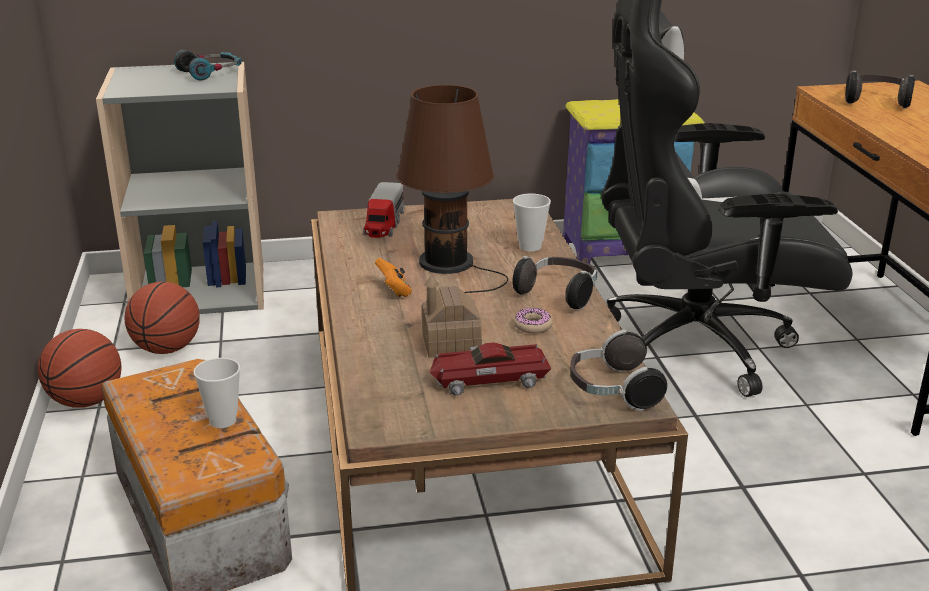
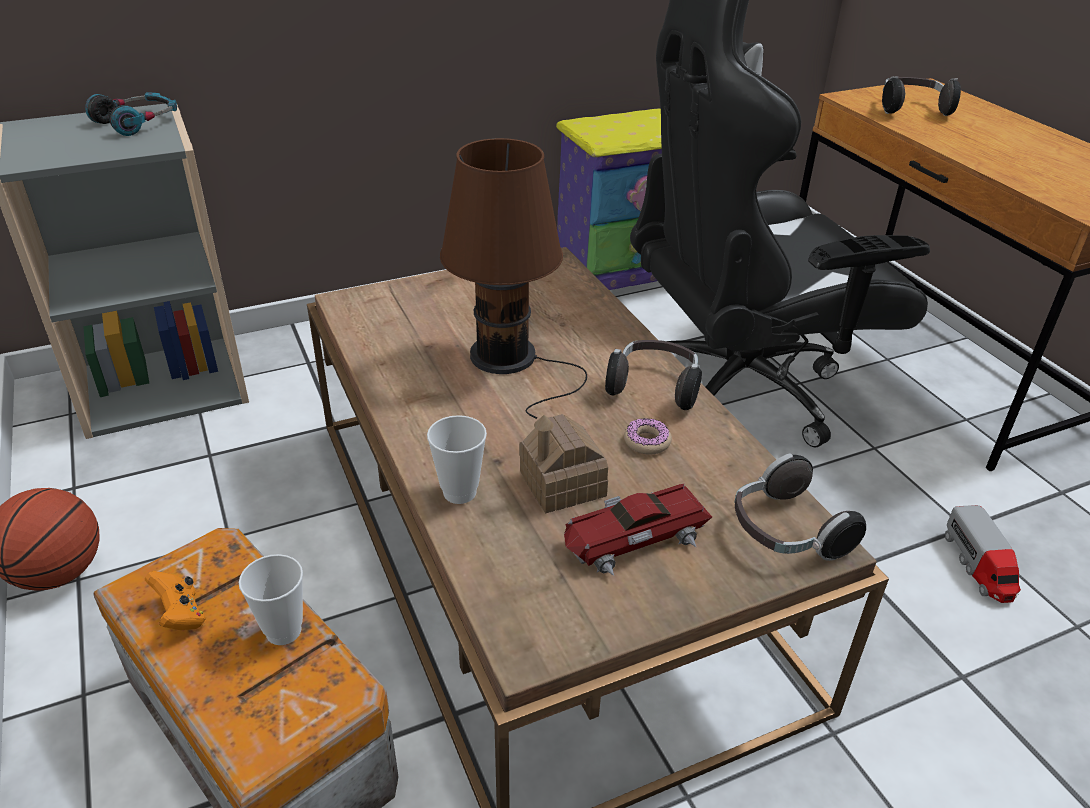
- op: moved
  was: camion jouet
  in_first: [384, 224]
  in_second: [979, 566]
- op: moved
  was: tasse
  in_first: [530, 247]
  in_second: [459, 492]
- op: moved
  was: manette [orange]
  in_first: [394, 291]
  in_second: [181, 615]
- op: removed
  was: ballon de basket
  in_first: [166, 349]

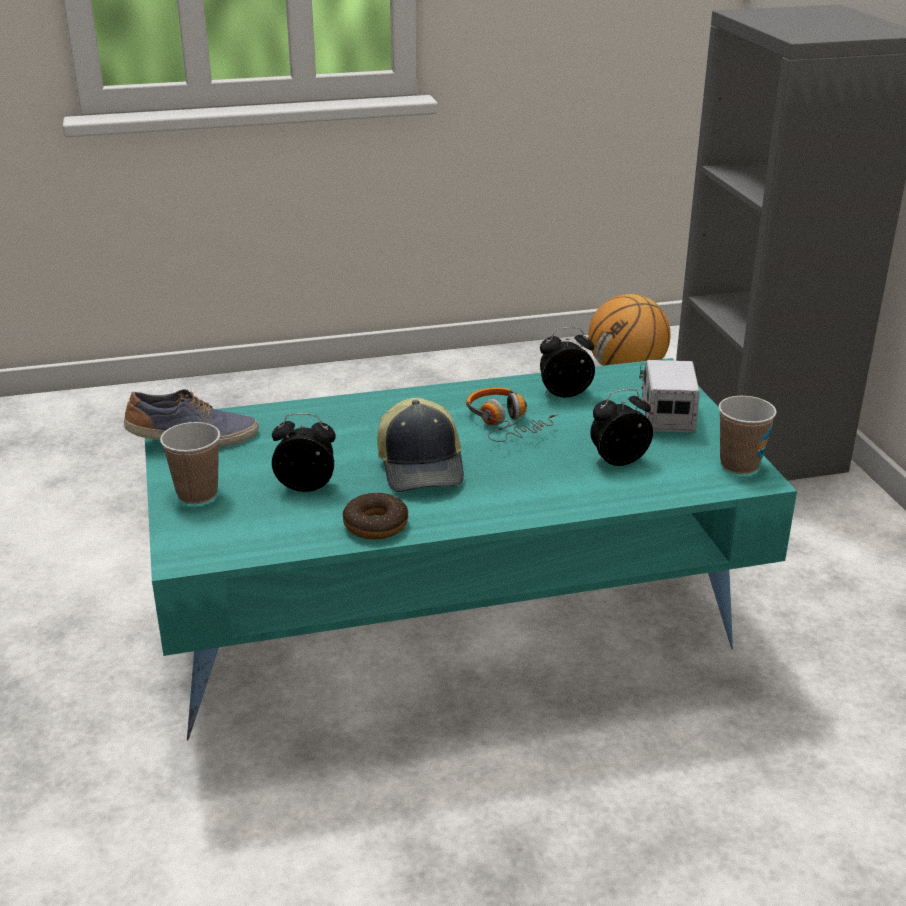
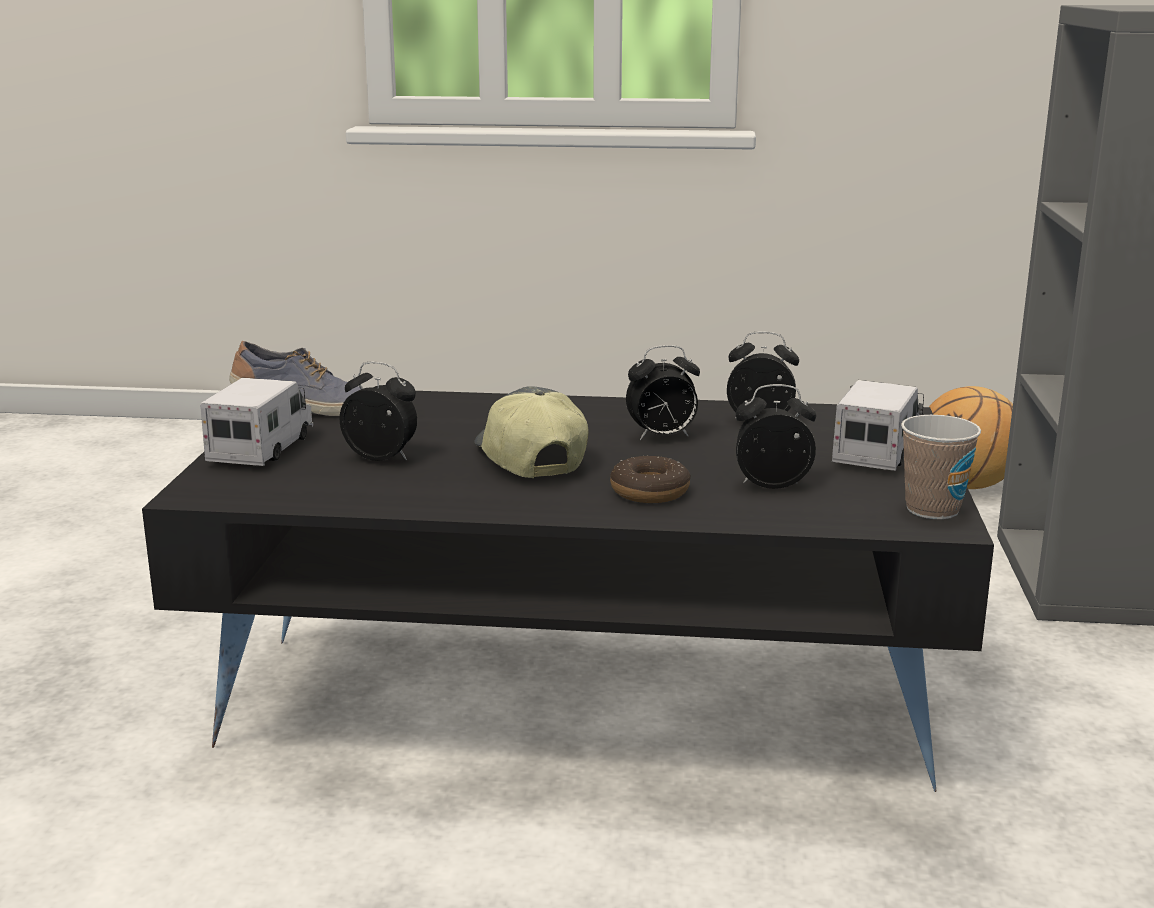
- op: recoloured
  was: table basse [turquoise]
  now: table basse [noir]
  in_first: [452, 640]
  in_second: [574, 711]
- op: replaced
  was: casque audio
  now: réveil
  in_first: [505, 424]
  in_second: [662, 437]
- op: turned
  was: casquette
  in_first: [422, 467]
  in_second: [528, 459]
  clockwise: 150
- op: replaced
  was: tasse
  now: camion jouet
  in_first: [197, 494]
  in_second: [262, 448]
- op: moved
  was: beignet
  in_first: [375, 525]
  in_second: [649, 492]

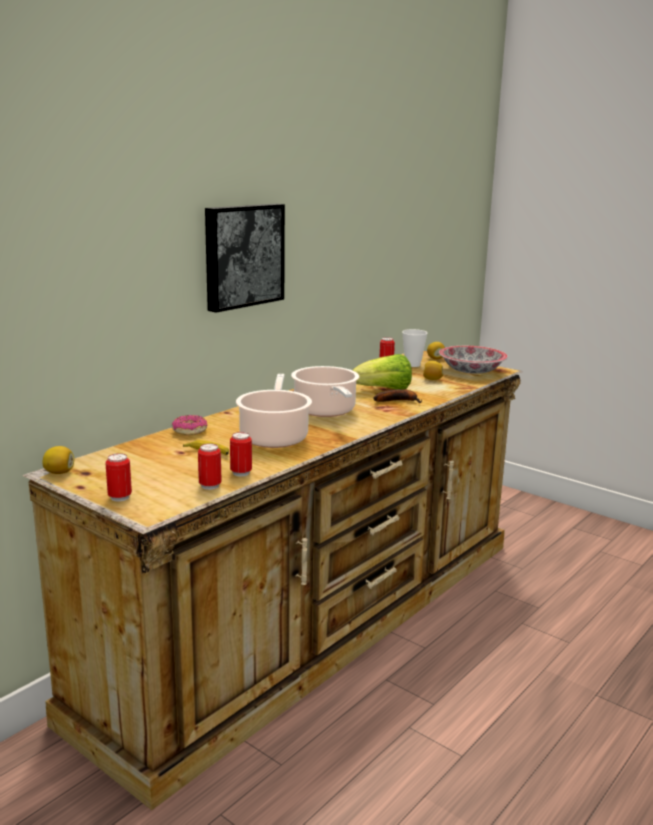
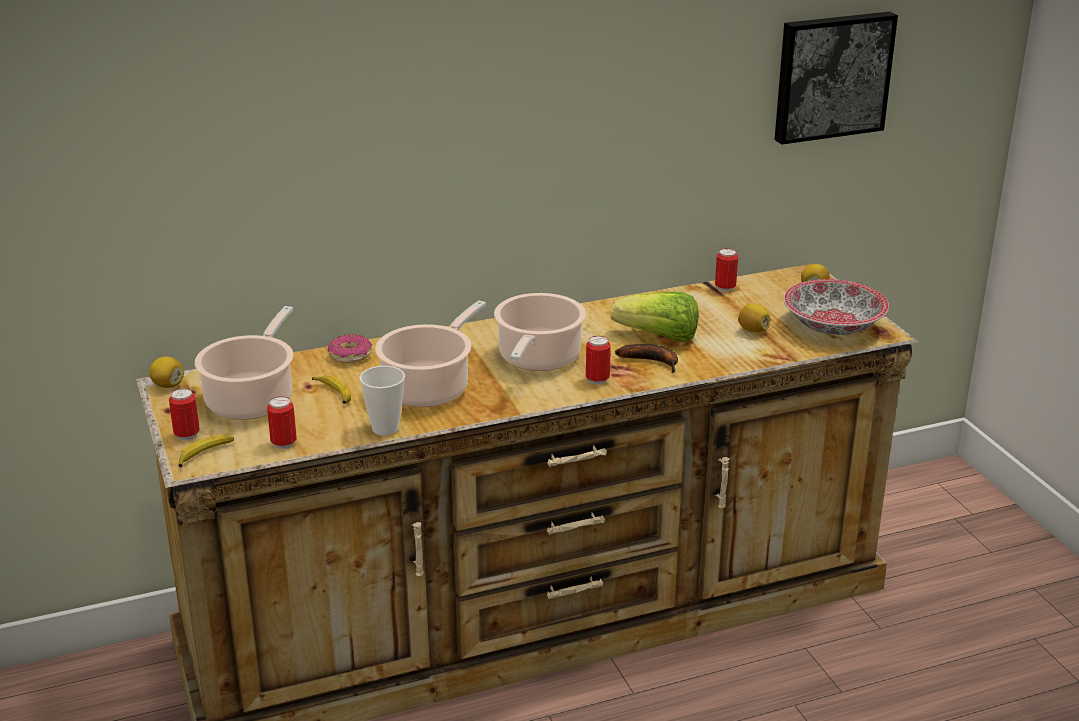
- op: moved
  was: tableau
  in_first: [242, 255]
  in_second: [831, 76]
- op: moved
  was: tasse
  in_first: [412, 365]
  in_second: [385, 428]
- op: moved
  was: boîte métallique
  in_first: [241, 473]
  in_second: [597, 380]
- op: added
  now: marmite
  in_second: [252, 399]
- op: added
  now: banane
  in_second: [205, 454]

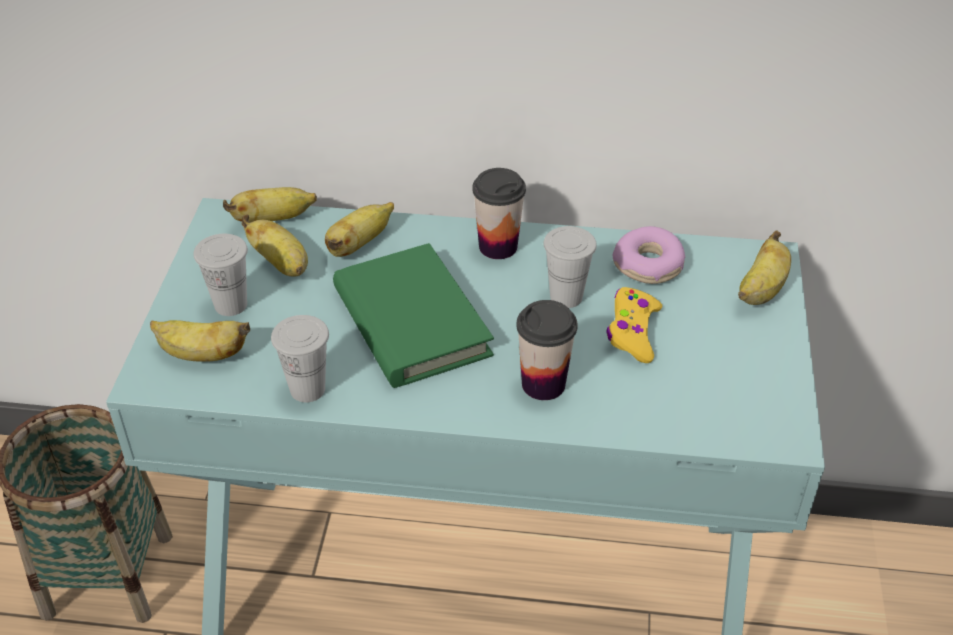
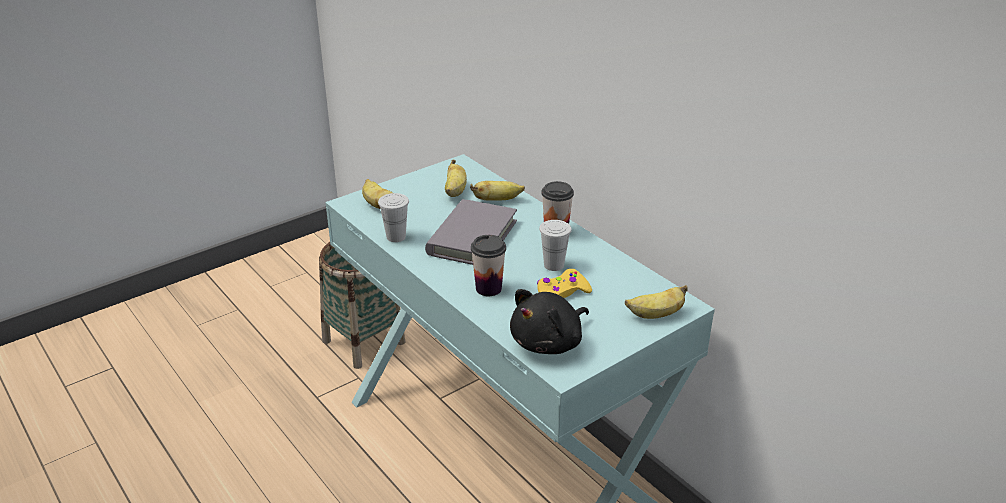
- op: removed
  was: banane
  in_first: [273, 219]
- op: removed
  was: beignet
  in_first: [649, 265]
- op: removed
  was: tasse [blanc]
  in_first: [231, 305]
- op: recoloured
  was: livre [vert]
  now: livre [gris]
  in_first: [411, 322]
  in_second: [472, 237]
- op: added
  now: peluche [noir]
  in_second: [549, 342]

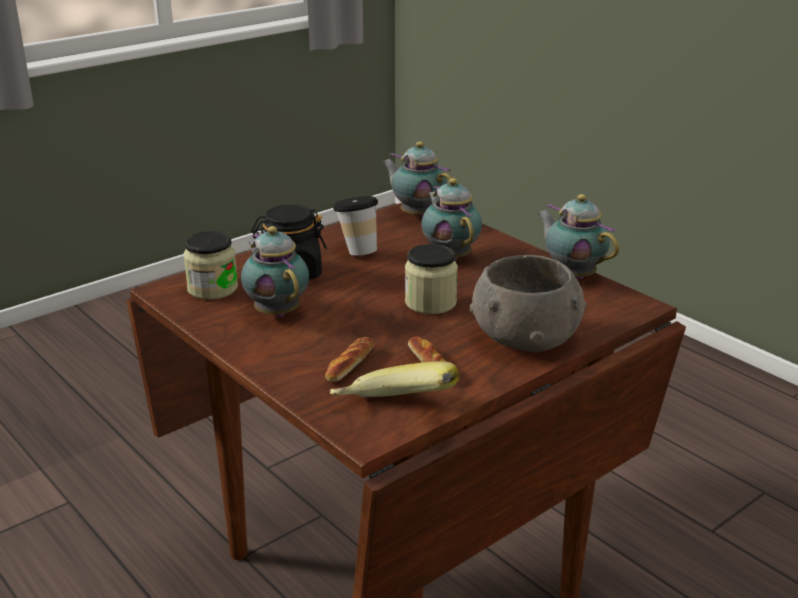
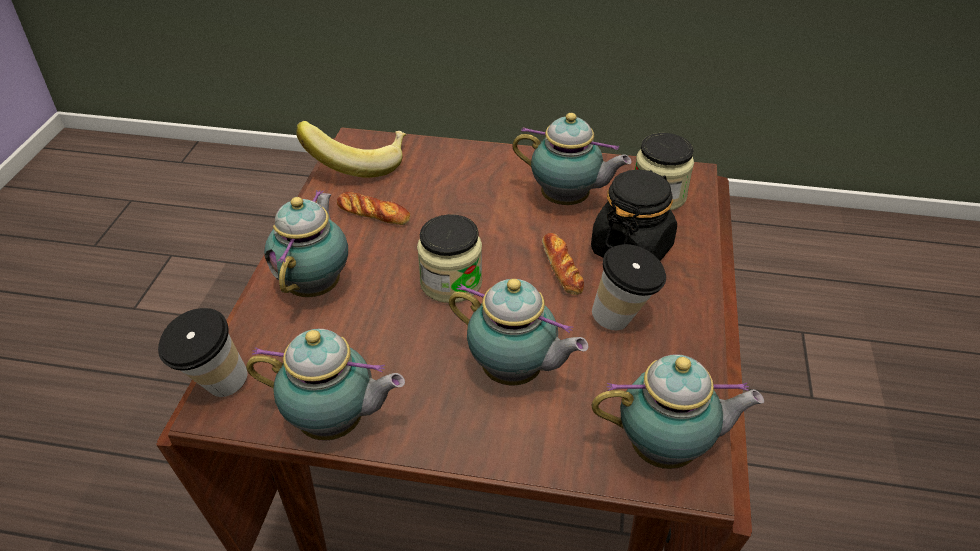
- op: replaced
  was: bol [gris]
  now: théière
  in_first: [525, 337]
  in_second: [316, 284]
- op: moved
  was: pain
  in_first: [350, 364]
  in_second: [561, 268]
- op: added
  now: tasse
  in_second: [214, 389]

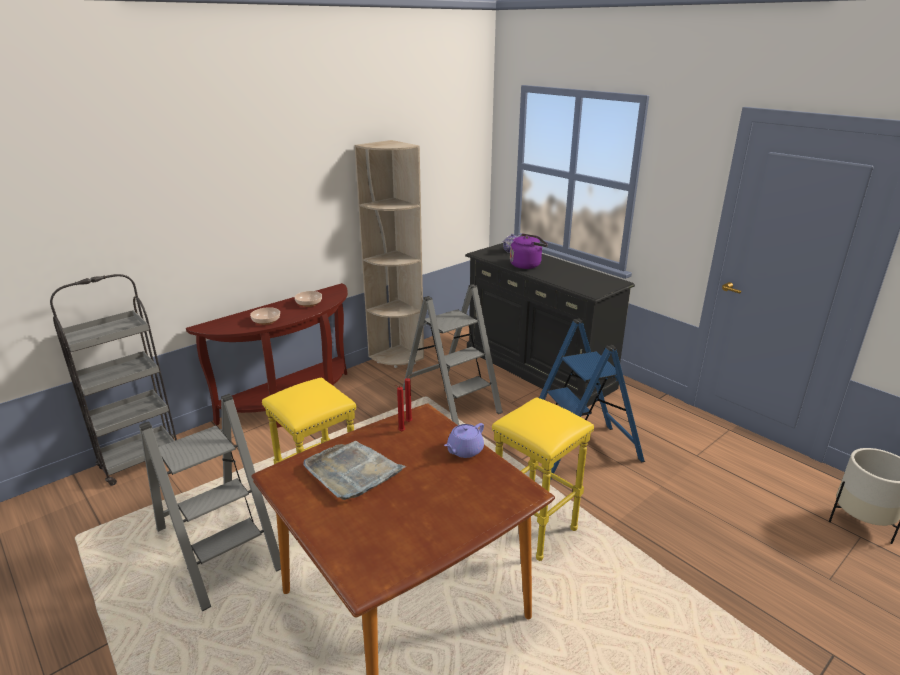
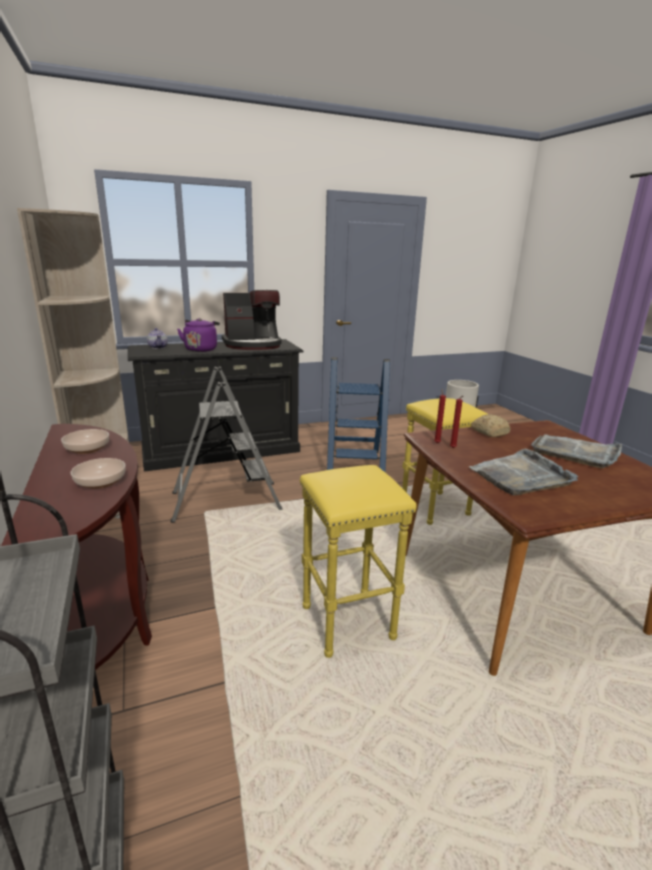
- op: removed
  was: escabeau [gris]
  in_first: [217, 547]
- op: replaced
  was: théière [violet]
  now: pain
  in_first: [464, 450]
  in_second: [489, 432]
- op: added
  now: machine à café
  in_second: [253, 345]
- op: added
  now: plateau [gris]
  in_second: [575, 452]

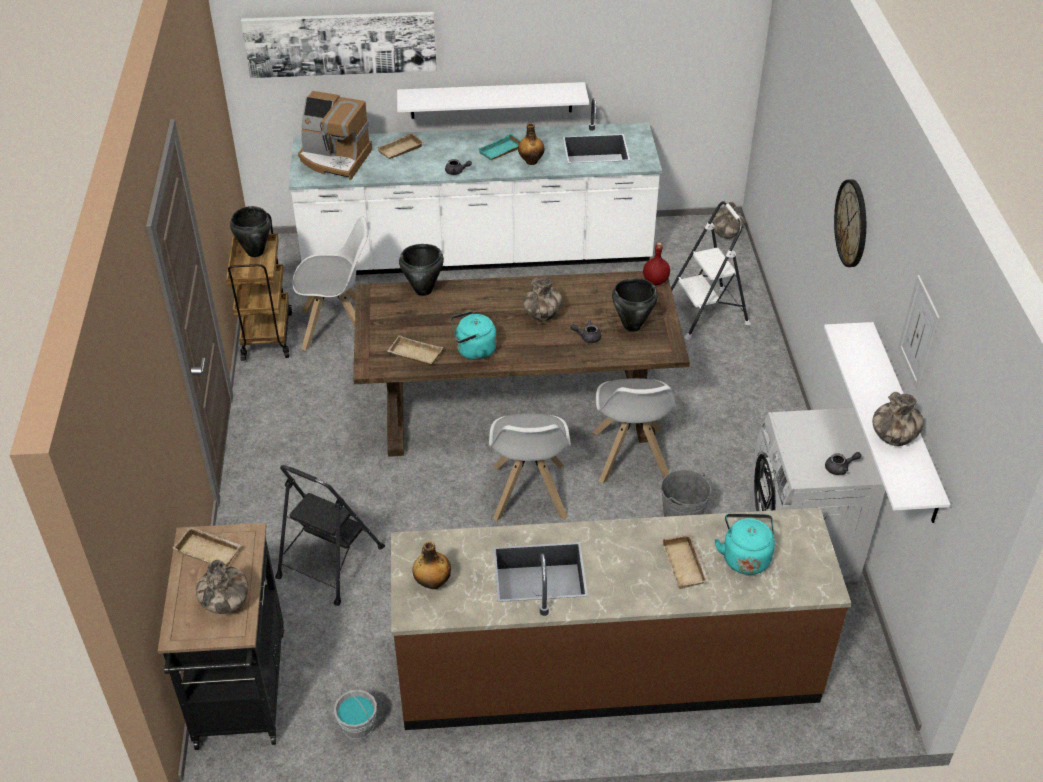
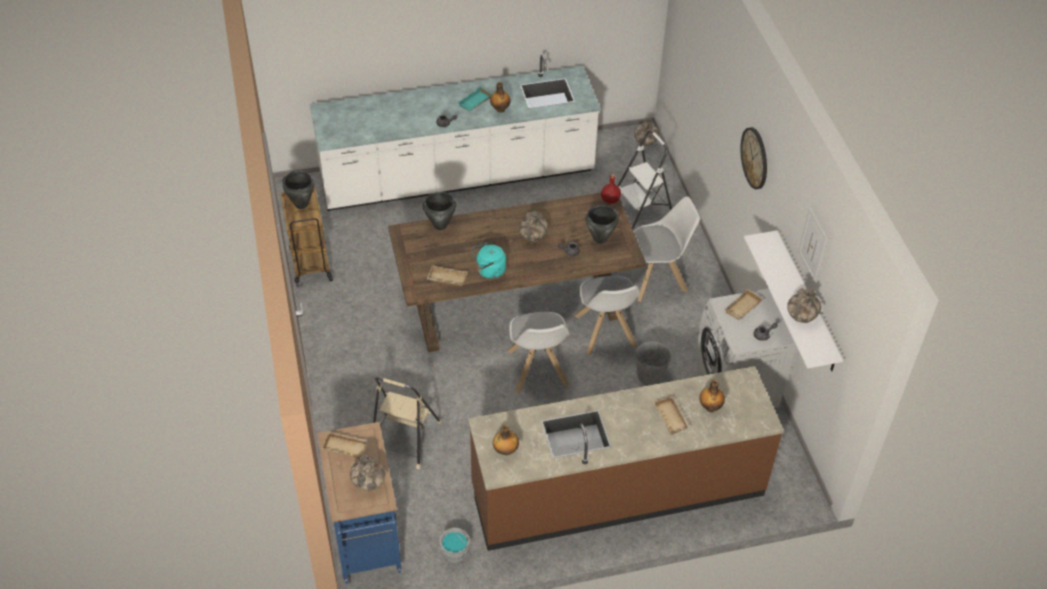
- op: removed
  was: tableau
  in_first: [340, 43]
- op: removed
  was: étagère [blanc]
  in_first: [491, 100]
- op: removed
  was: machine à café
  in_first: [335, 159]
- op: moved
  was: plateau [beige]
  in_first: [400, 150]
  in_second: [743, 308]
- op: moved
  was: chaise
  in_first: [338, 327]
  in_second: [656, 279]
- op: recoloured
  was: escabeau [noir]
  now: escabeau [beige]
  in_first: [328, 563]
  in_second: [404, 439]
- op: replaced
  was: bouilloire [turquoise]
  now: bouteille
  in_first: [745, 556]
  in_second: [710, 407]
- op: recoloured
  was: chariot [noir]
  now: chariot [bleu]
  in_first: [241, 692]
  in_second: [366, 540]

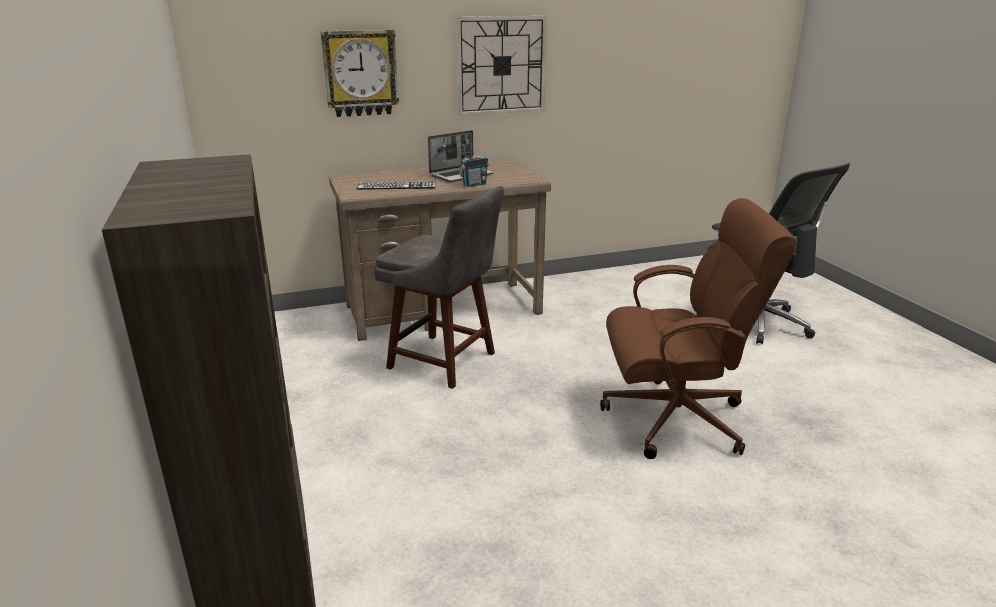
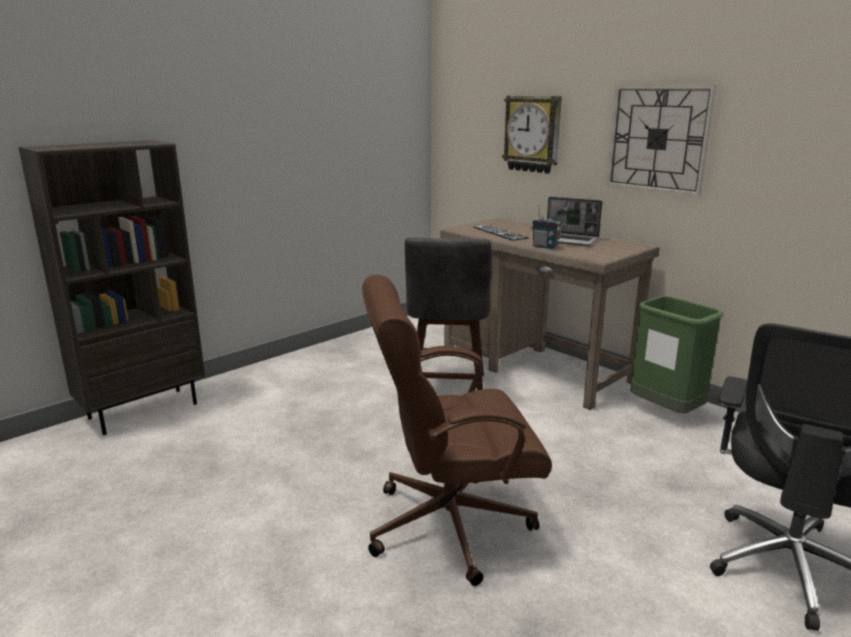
- op: turned
  was: chaise de bureau [marron]
  in_first: [674, 419]
  in_second: [450, 525]
  clockwise: 105
- op: added
  now: poubelle [vert]
  in_second: [665, 412]

